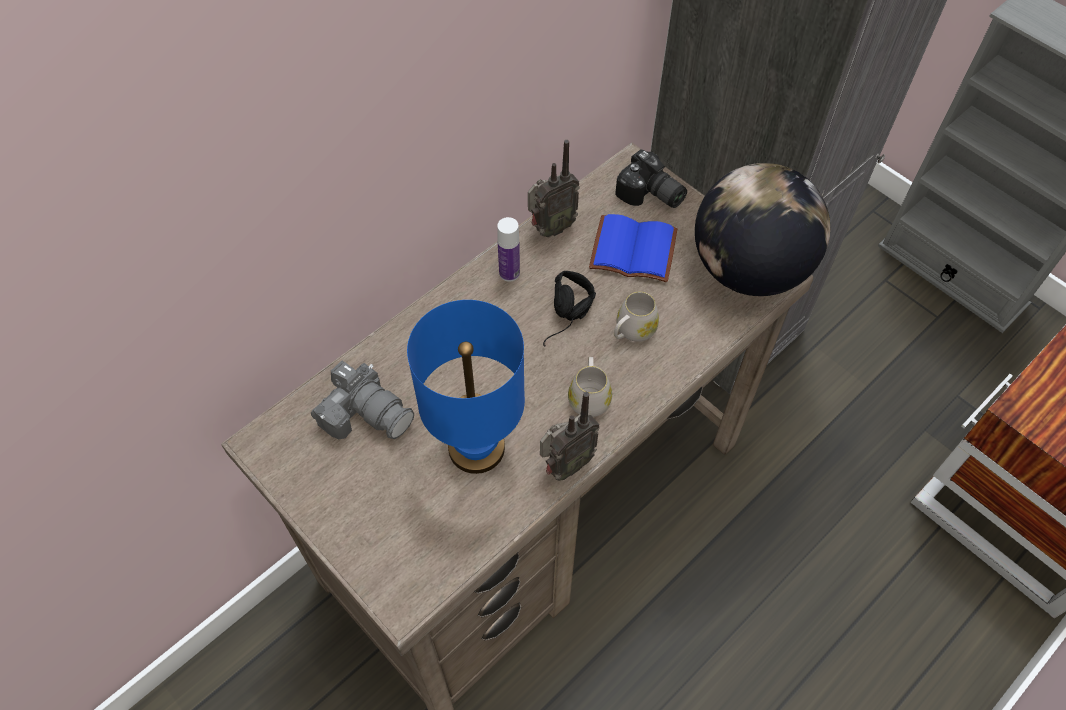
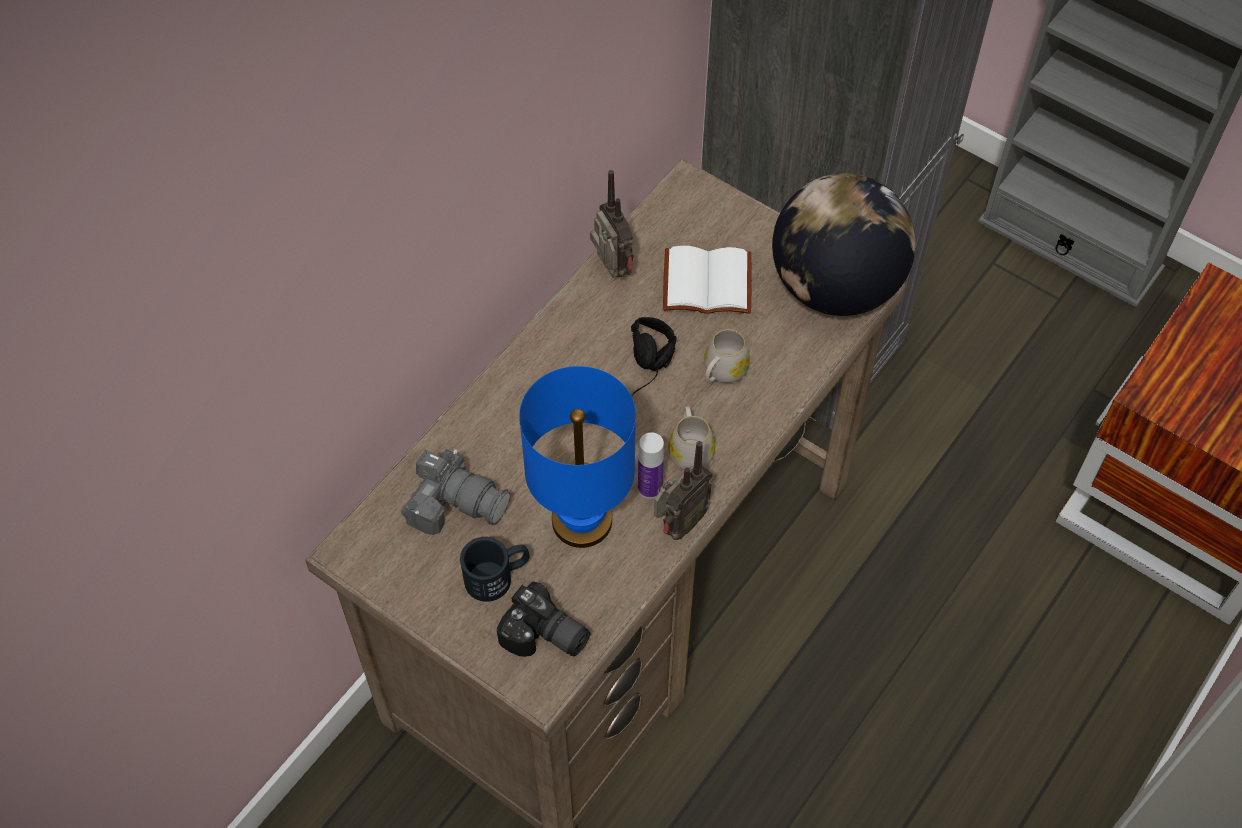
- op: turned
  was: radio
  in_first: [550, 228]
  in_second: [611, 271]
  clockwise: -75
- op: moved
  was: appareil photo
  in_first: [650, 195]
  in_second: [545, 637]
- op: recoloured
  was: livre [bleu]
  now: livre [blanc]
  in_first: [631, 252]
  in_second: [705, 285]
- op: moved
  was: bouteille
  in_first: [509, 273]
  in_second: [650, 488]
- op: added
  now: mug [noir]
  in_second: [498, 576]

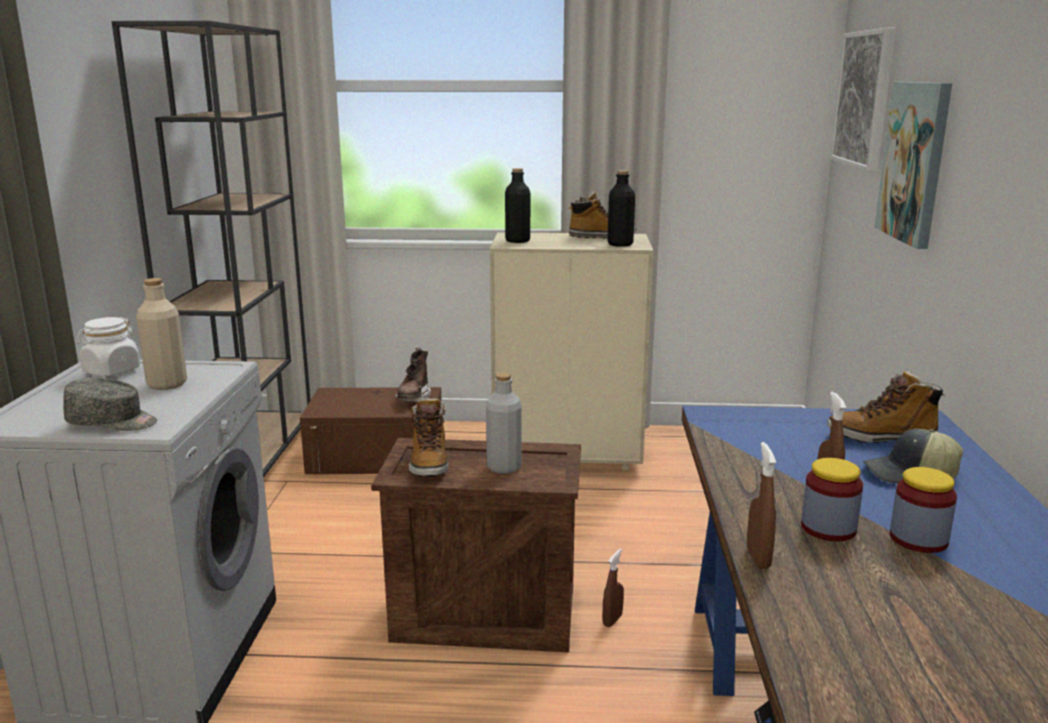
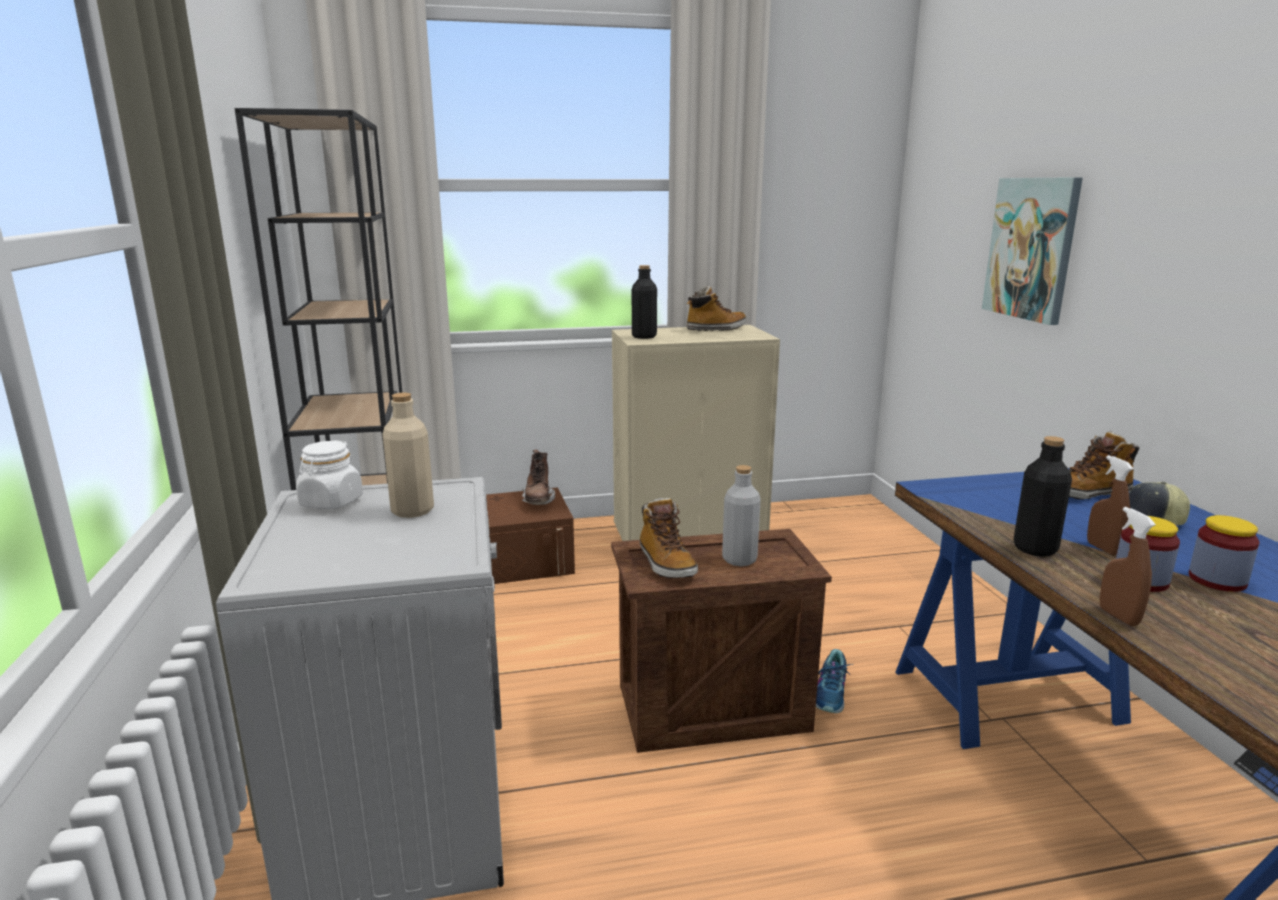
- op: removed
  was: tableau
  in_first: [864, 99]
- op: moved
  was: bouteille [noir]
  in_first: [620, 244]
  in_second: [1035, 549]
- op: removed
  was: casquette [gris]
  in_first: [112, 422]
- op: replaced
  was: vaporisateur [marron]
  now: chaussure
  in_first: [612, 620]
  in_second: [831, 693]

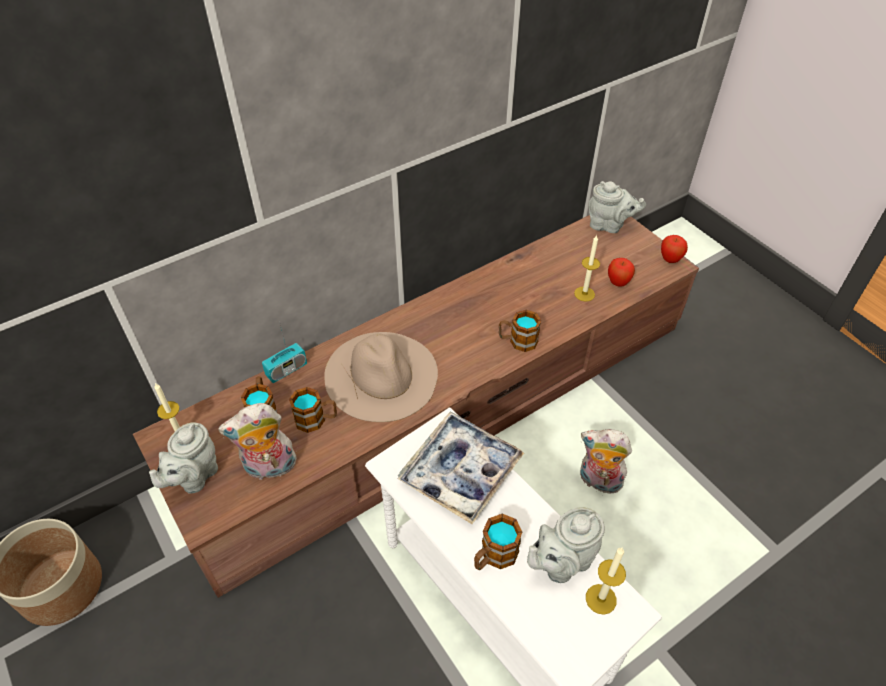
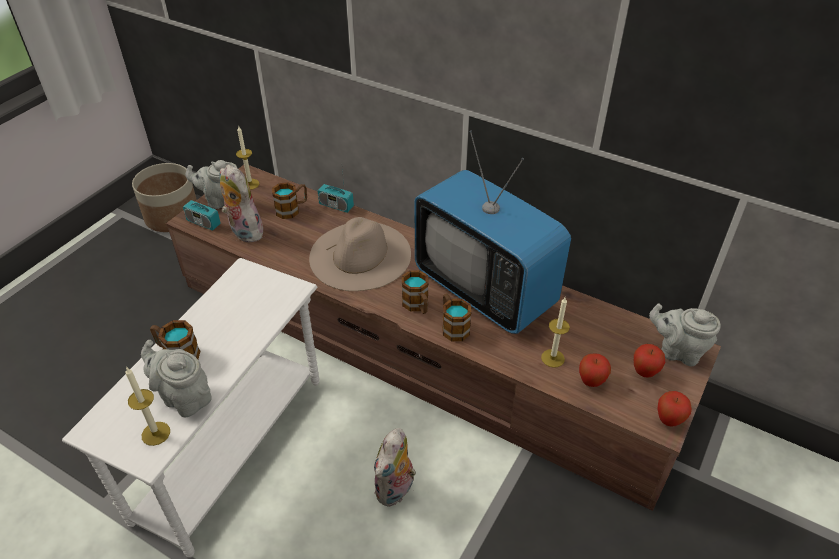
- op: turned
  was: théière [gris]
  in_first: [609, 225]
  in_second: [677, 351]
  clockwise: 120
- op: moved
  was: mug
  in_first: [316, 420]
  in_second: [417, 306]
- op: removed
  was: plateau
  in_first: [460, 472]
- op: turned
  was: peluche
  in_first: [598, 481]
  in_second: [396, 490]
  clockwise: -150
- op: added
  now: téléviseur
  in_second: [485, 289]
- op: added
  now: radio
  in_second: [203, 223]
- op: added
  now: pomme
  in_second: [644, 372]

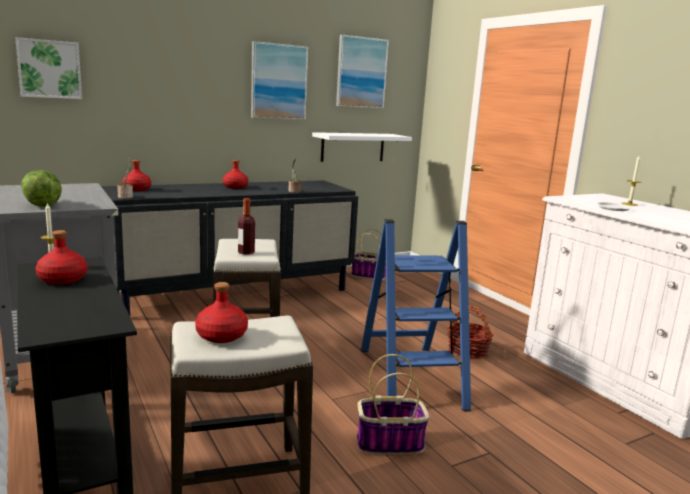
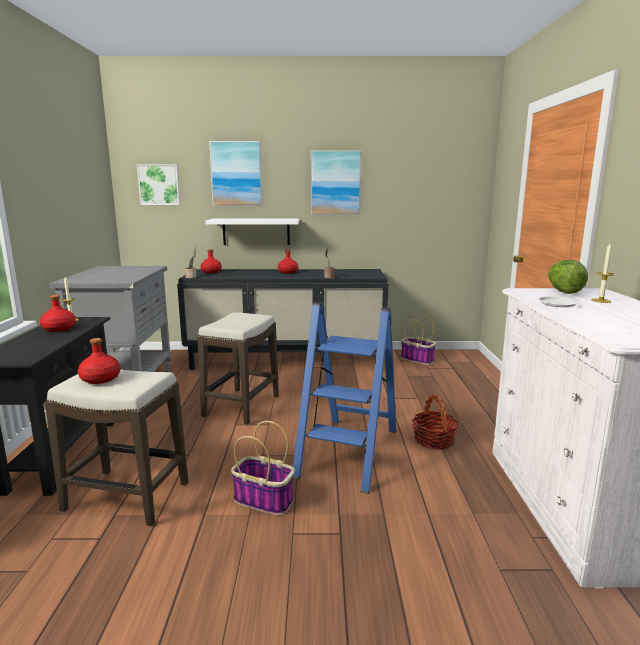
- op: moved
  was: tableau
  in_first: [361, 72]
  in_second: [236, 174]
- op: moved
  was: étagère [blanc]
  in_first: [353, 147]
  in_second: [256, 231]
- op: moved
  was: laitue
  in_first: [42, 205]
  in_second: [563, 292]
- op: removed
  was: bouteille
  in_first: [246, 252]

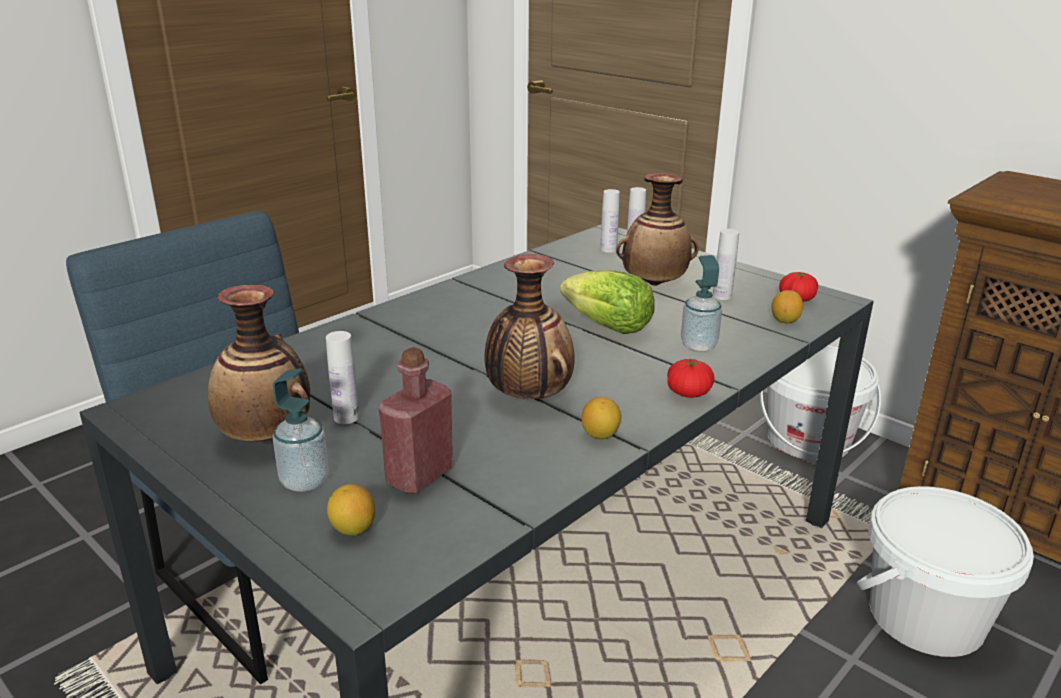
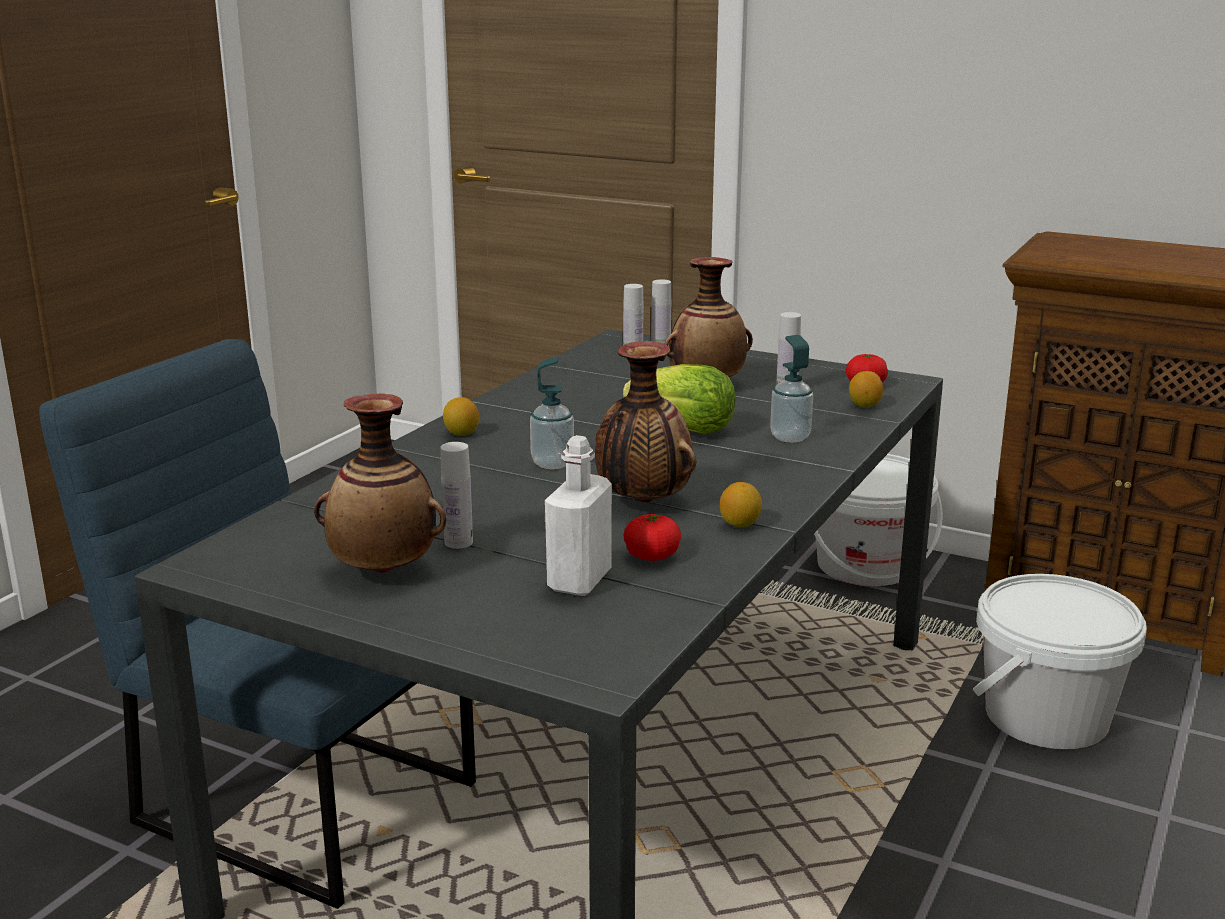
- op: recoloured
  was: bouteille [rouge]
  now: bouteille [blanc]
  in_first: [419, 476]
  in_second: [579, 580]
- op: moved
  was: tomate
  in_first: [688, 393]
  in_second: [652, 556]
- op: moved
  was: distributeur de savon
  in_first: [304, 481]
  in_second: [552, 463]
- op: moved
  was: citron
  in_first: [353, 529]
  in_second: [461, 434]

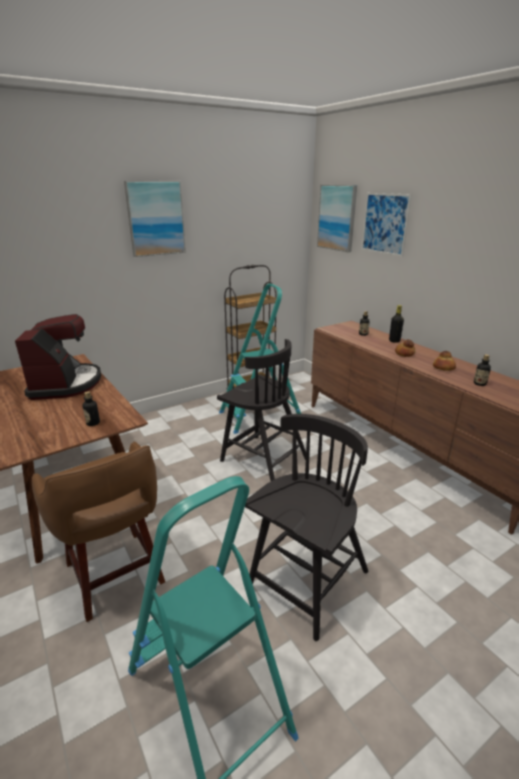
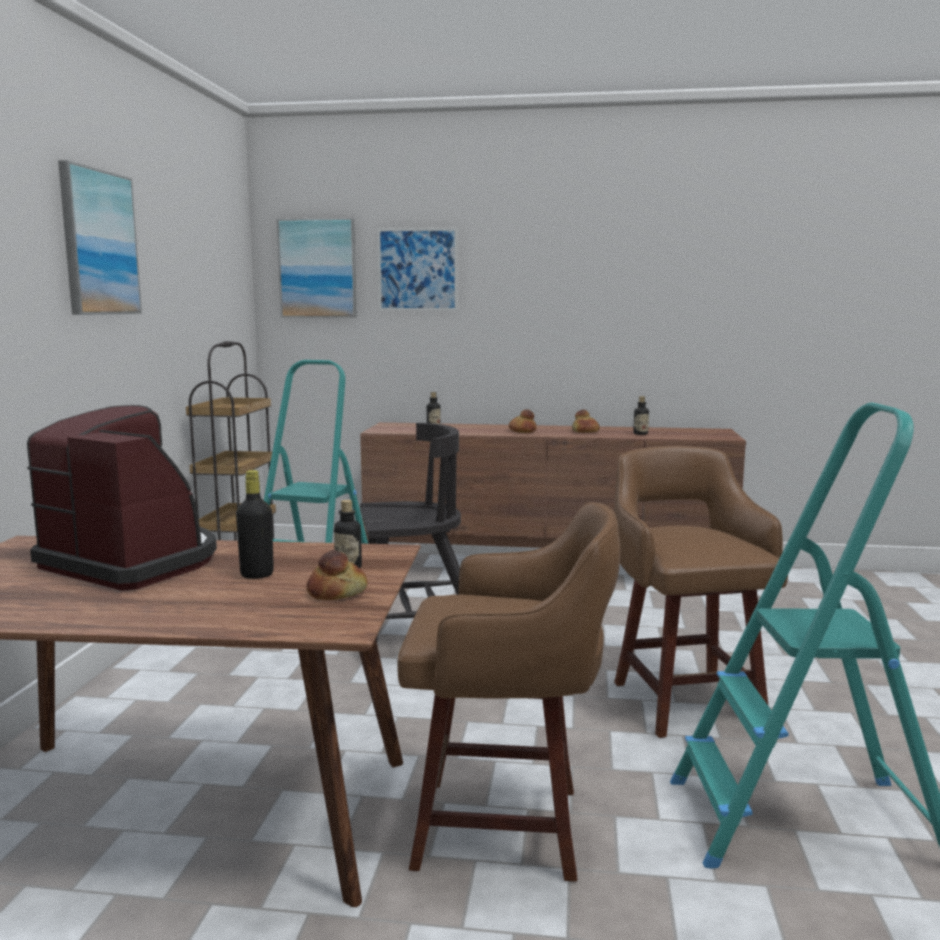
- op: moved
  was: bouteille [noir]
  in_first: [394, 341]
  in_second: [257, 575]
- op: replaced
  was: chaise [noir]
  now: tabouret [marron]
  in_first: [306, 582]
  in_second: [685, 700]
- op: added
  now: pain
  in_second: [337, 592]

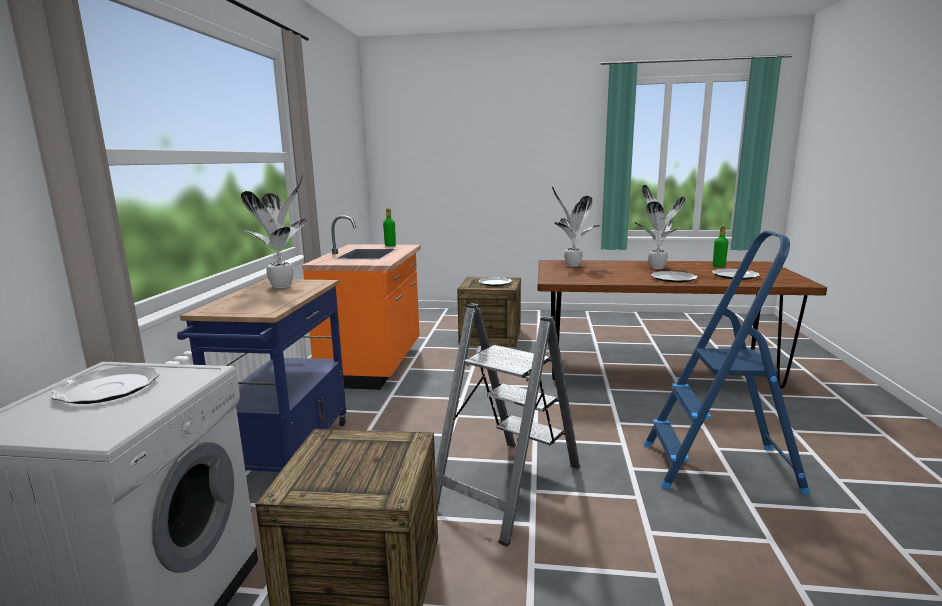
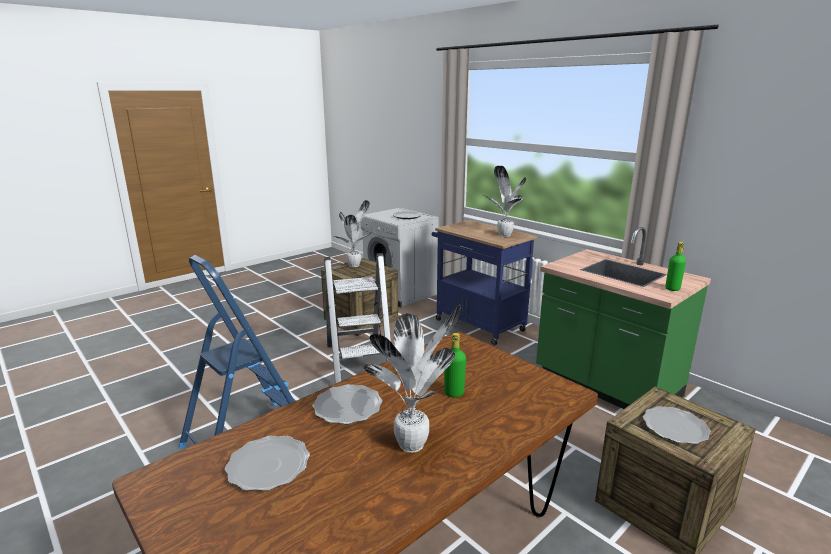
- op: moved
  was: plante en pot
  in_first: [571, 265]
  in_second: [355, 265]
- op: recoloured
  was: comptoir de cuisine [orange]
  now: comptoir de cuisine [vert]
  in_first: [374, 365]
  in_second: [606, 386]
- op: moved
  was: bouteille [vert]
  in_first: [718, 266]
  in_second: [454, 393]

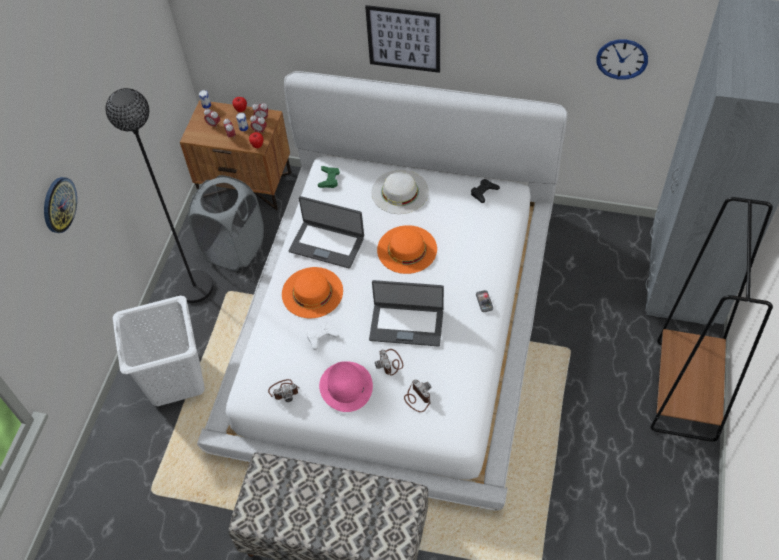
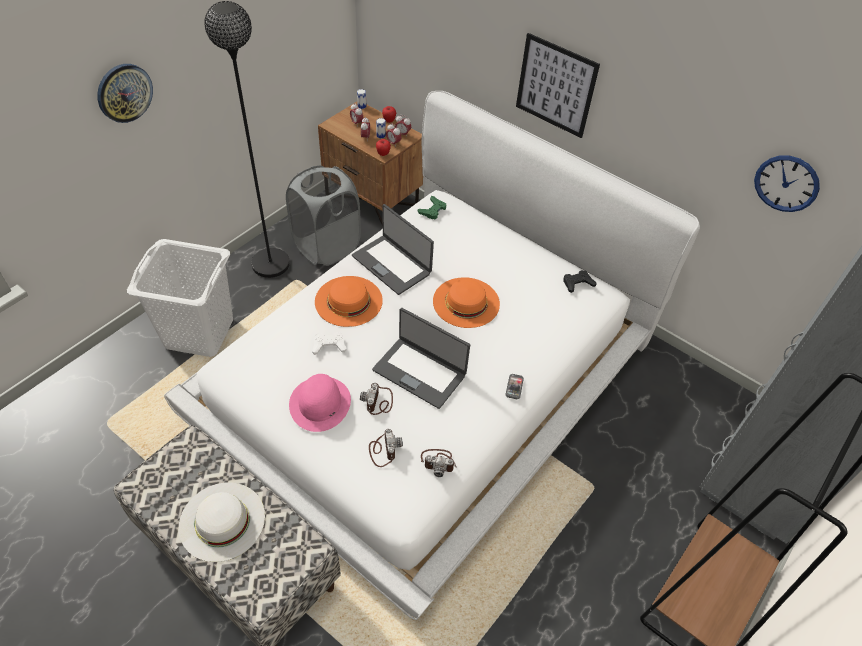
- op: moved
  was: chapeau [blanc]
  in_first: [400, 192]
  in_second: [222, 521]
- op: moved
  was: appareil photo
  in_first: [284, 391]
  in_second: [438, 462]

